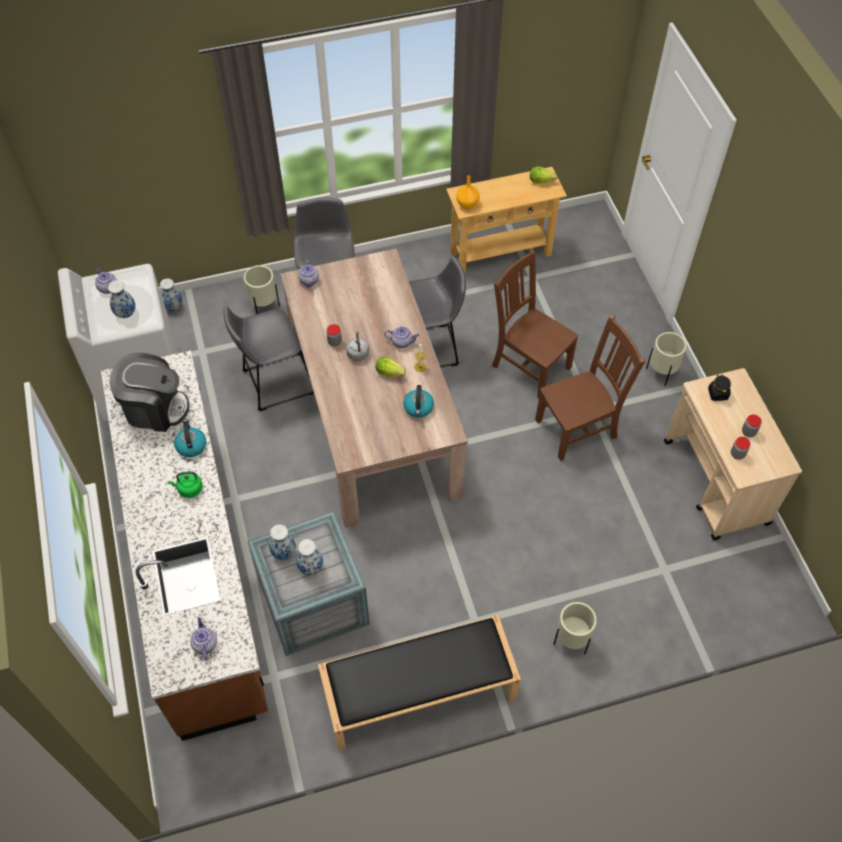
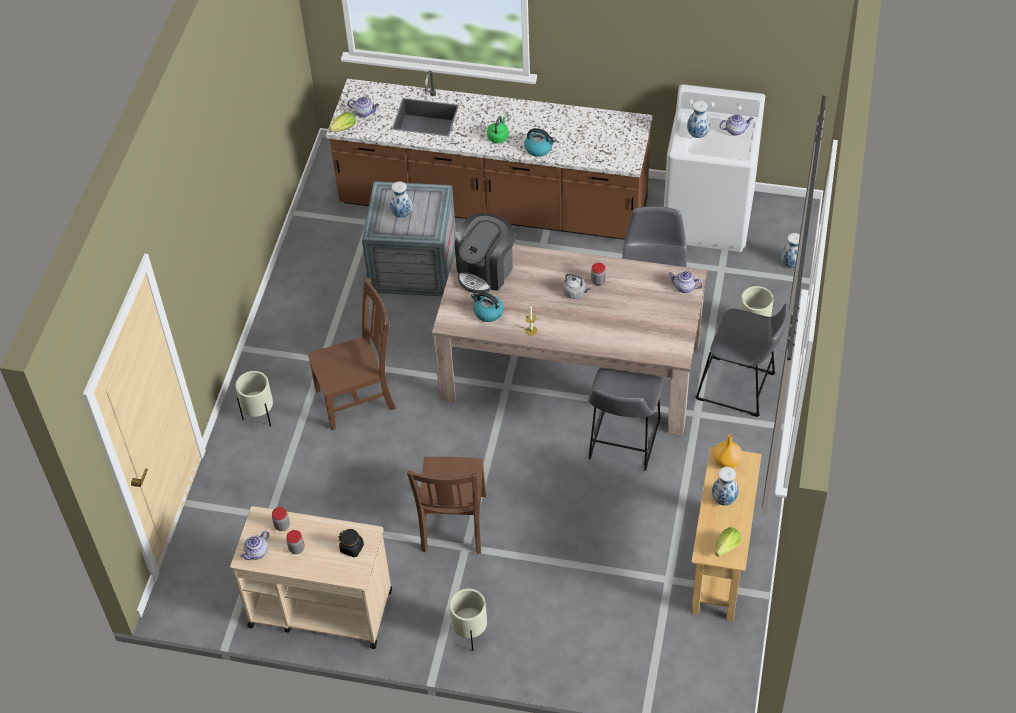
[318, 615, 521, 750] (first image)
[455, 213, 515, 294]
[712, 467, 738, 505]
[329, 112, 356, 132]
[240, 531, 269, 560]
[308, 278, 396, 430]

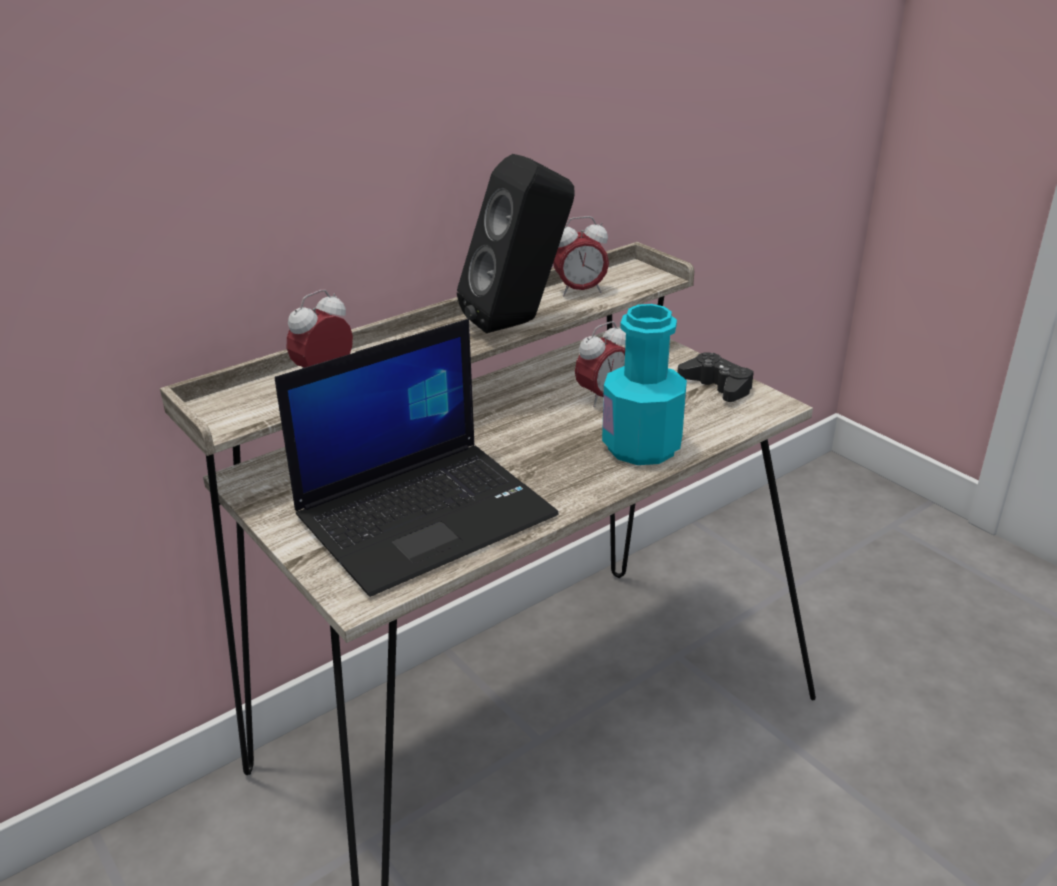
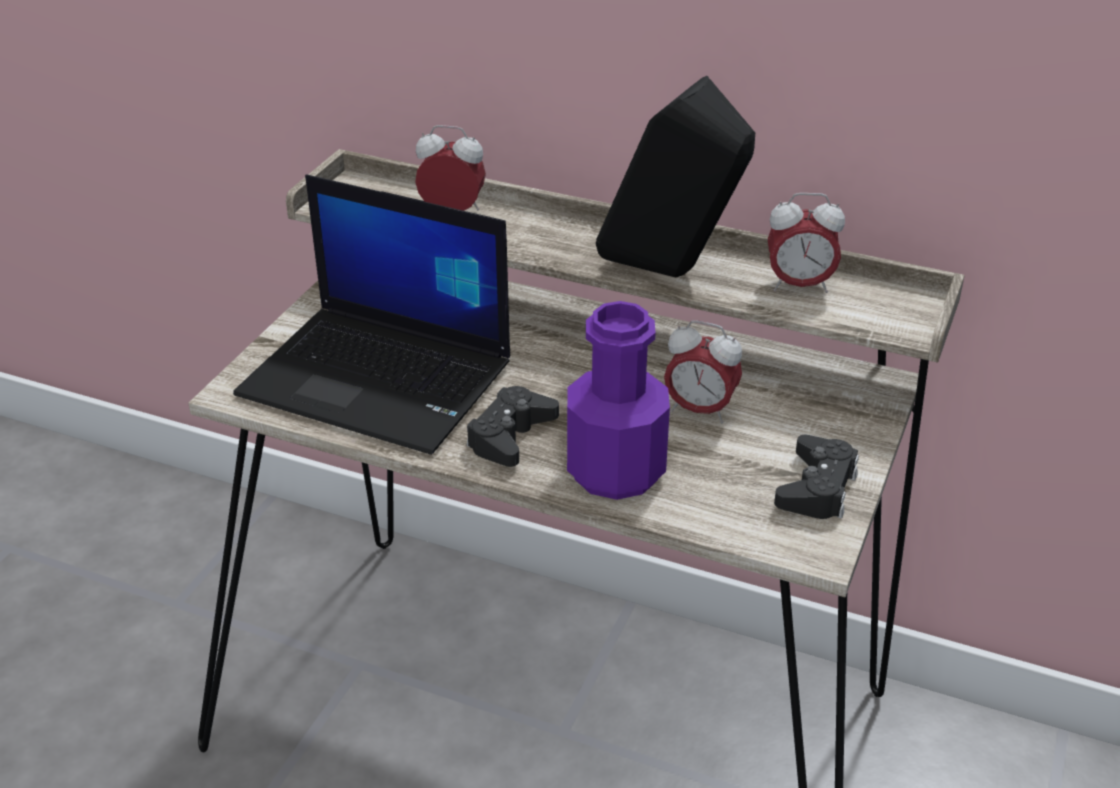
[467, 386, 559, 467]
[567, 301, 670, 500]
[768, 193, 845, 293]

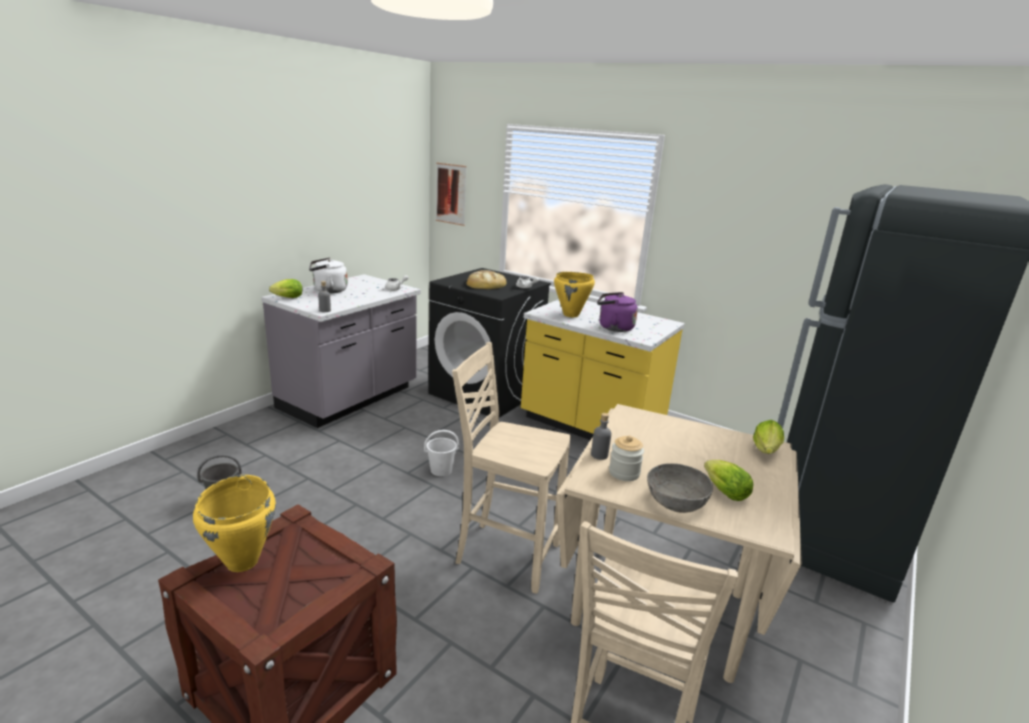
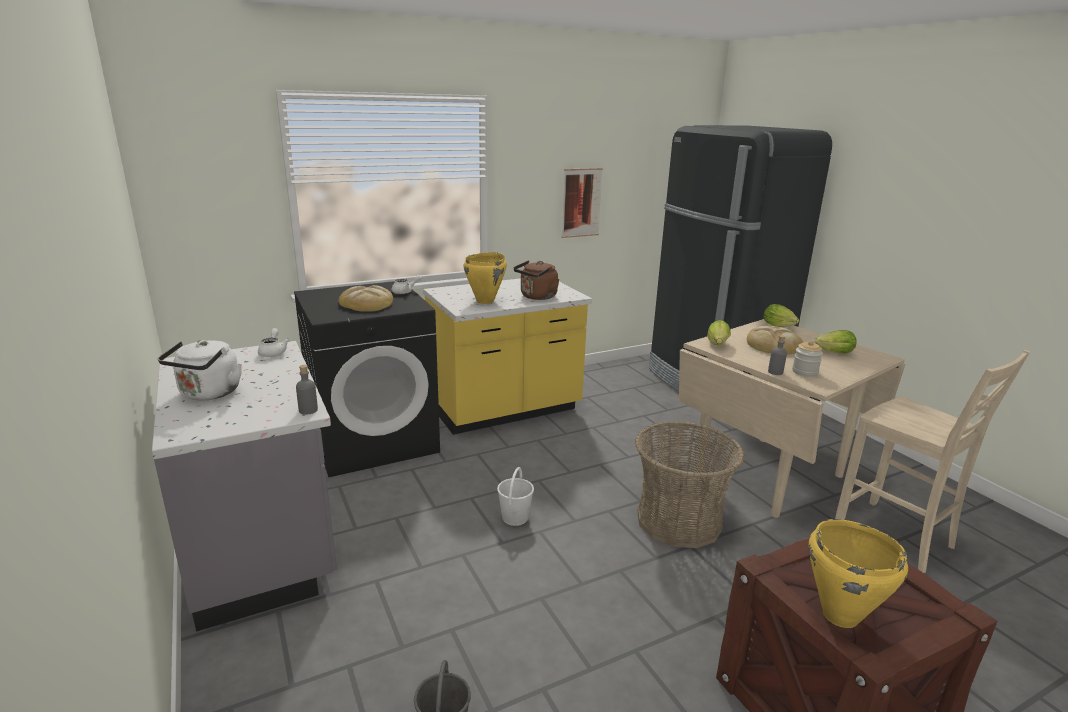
[647, 463, 713, 513] (first image)
[747, 326, 803, 354]
[707, 320, 731, 345]
[561, 168, 603, 238]
[635, 421, 745, 548]
[514, 260, 559, 300]

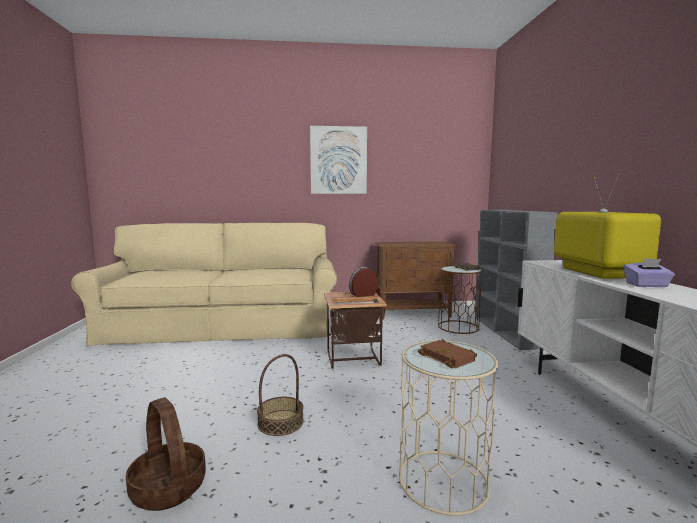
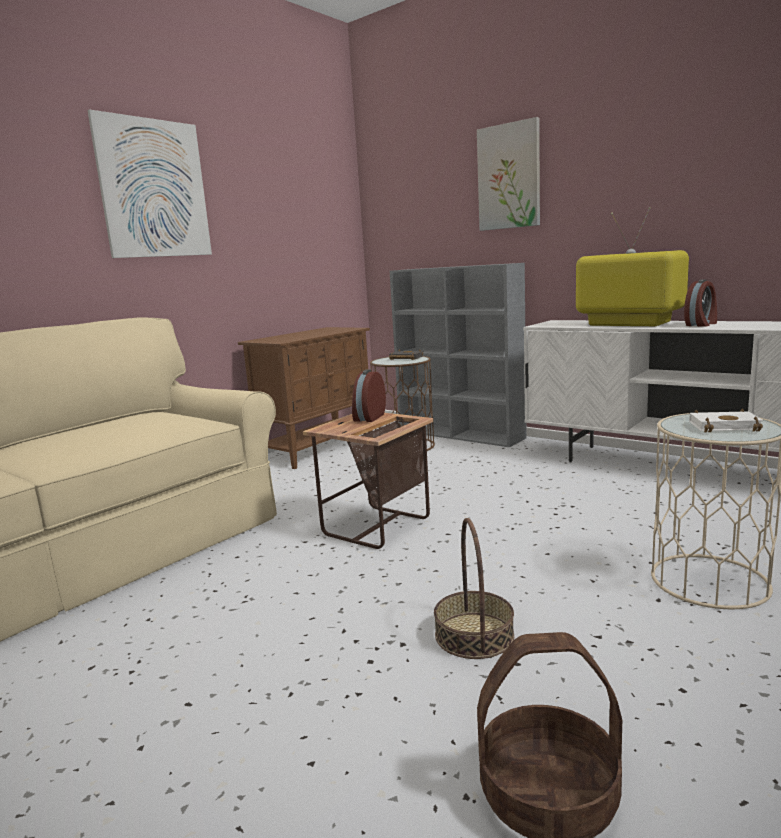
[477, 117, 540, 231]
[684, 279, 717, 327]
[689, 408, 763, 432]

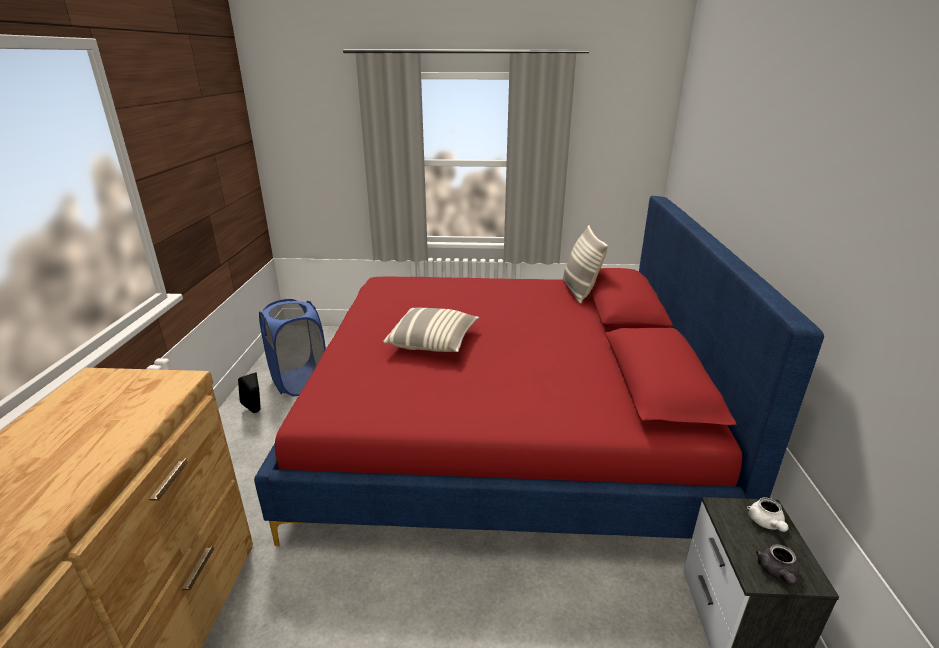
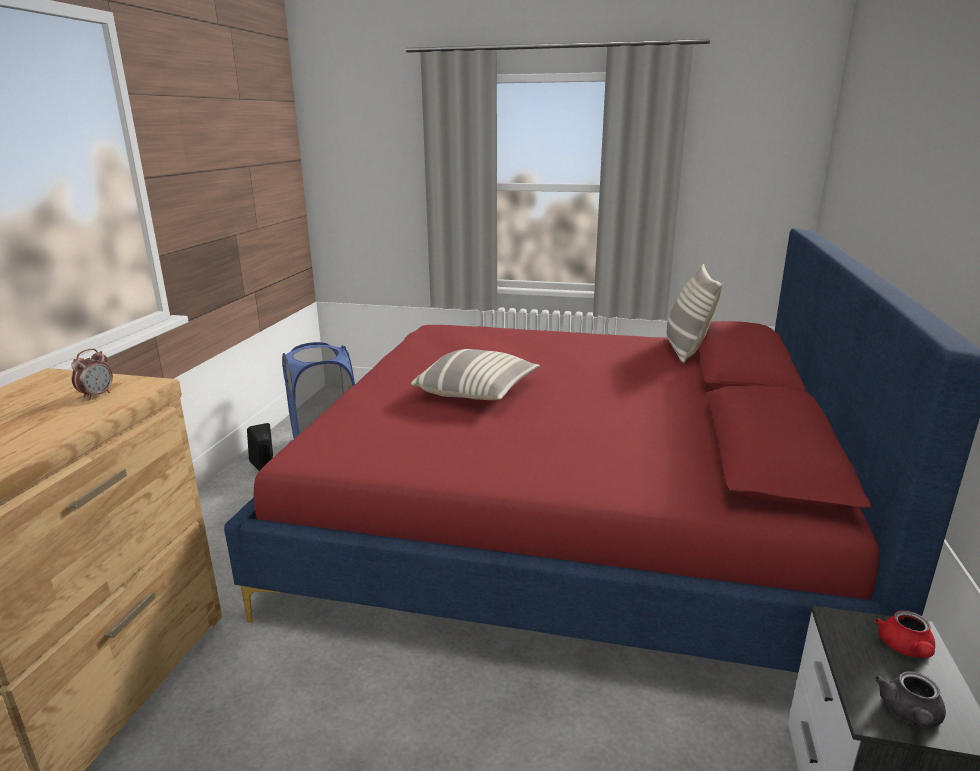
[71, 349, 113, 400]
[875, 610, 935, 658]

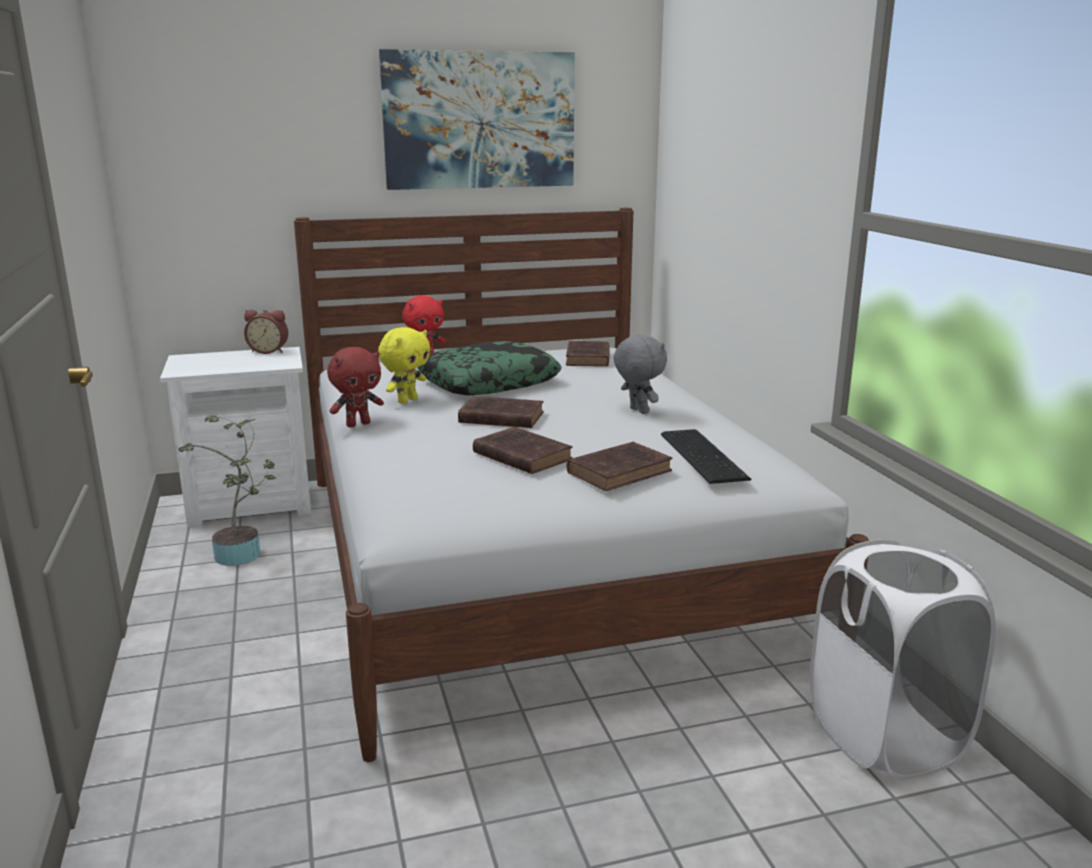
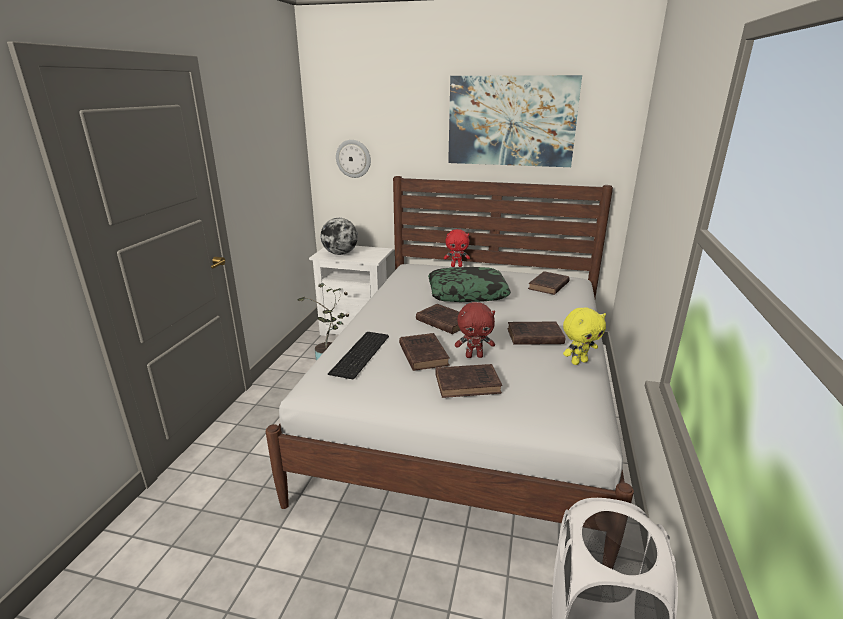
[244, 310, 288, 354] (first image)
[321, 218, 358, 255]
[336, 140, 371, 178]
[455, 302, 495, 358]
[563, 308, 606, 365]
[328, 332, 389, 380]
[507, 322, 565, 345]

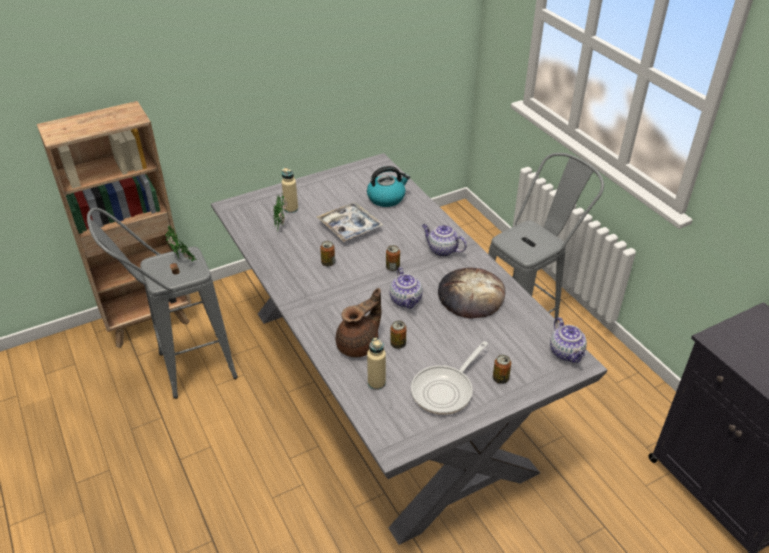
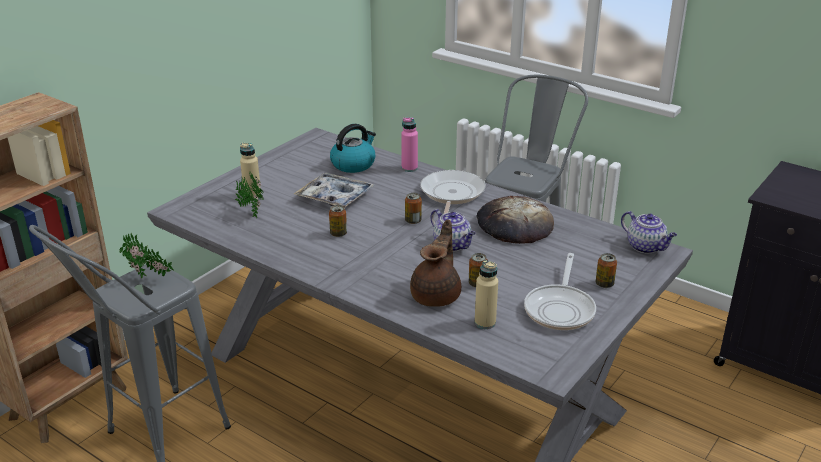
[401, 117, 418, 172]
[420, 170, 485, 214]

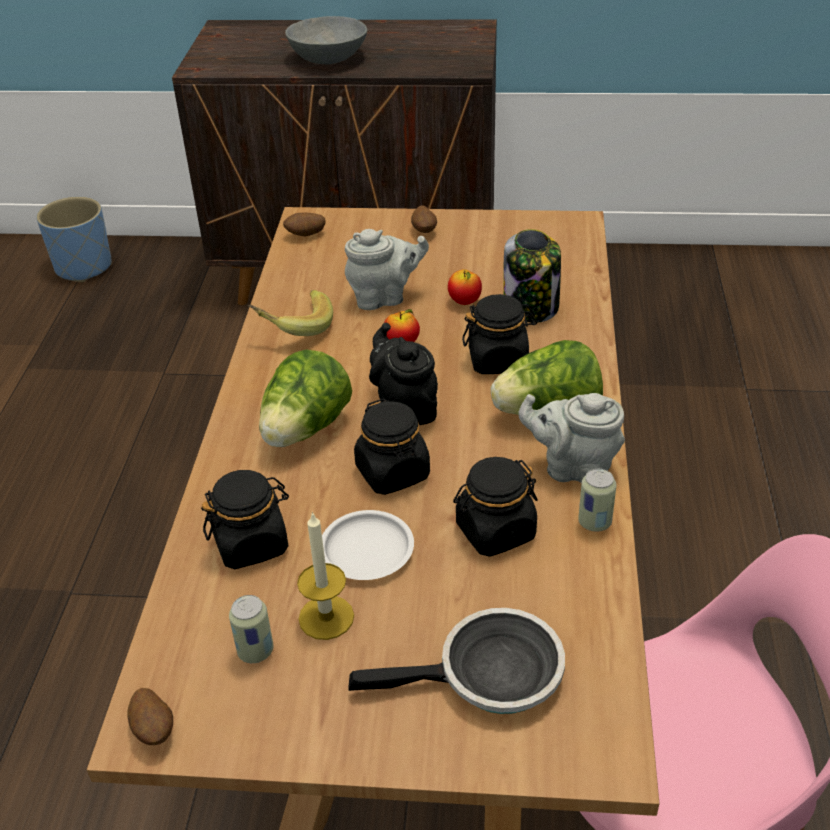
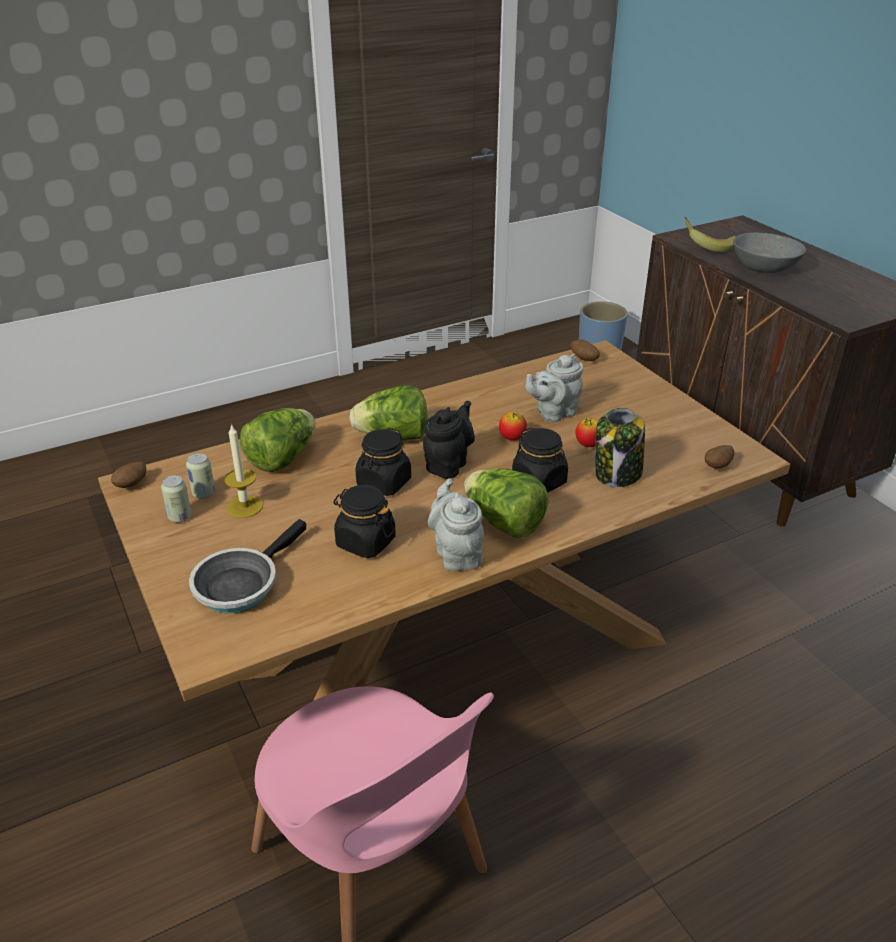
[322, 510, 414, 580] (first image)
[684, 217, 736, 252]
[705, 445, 734, 468]
[161, 475, 191, 522]
[240, 408, 315, 472]
[525, 354, 584, 422]
[189, 519, 306, 613]

